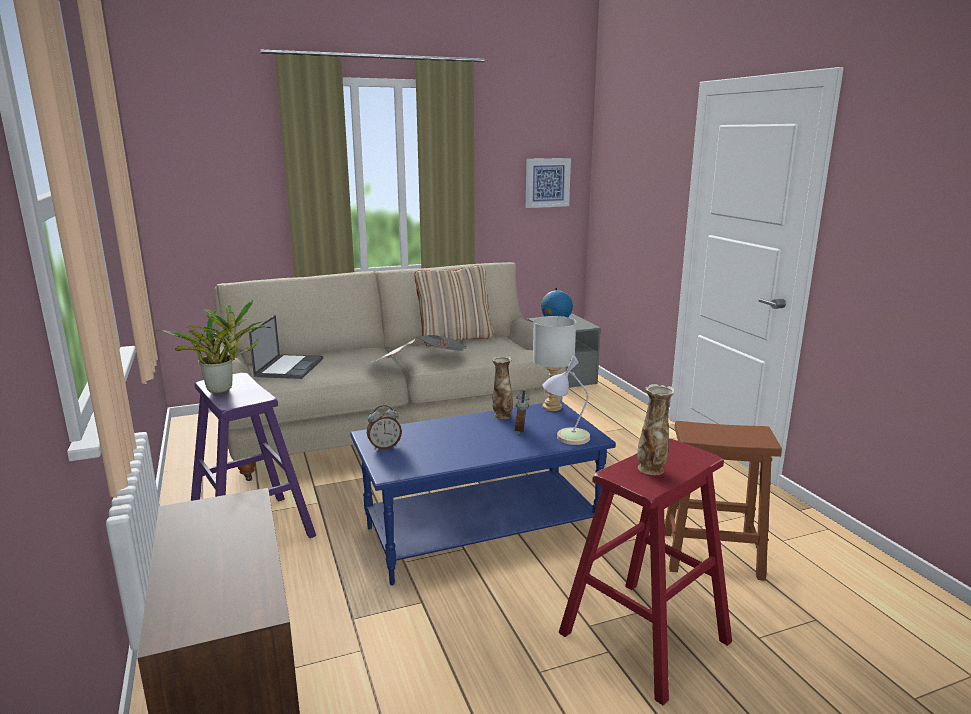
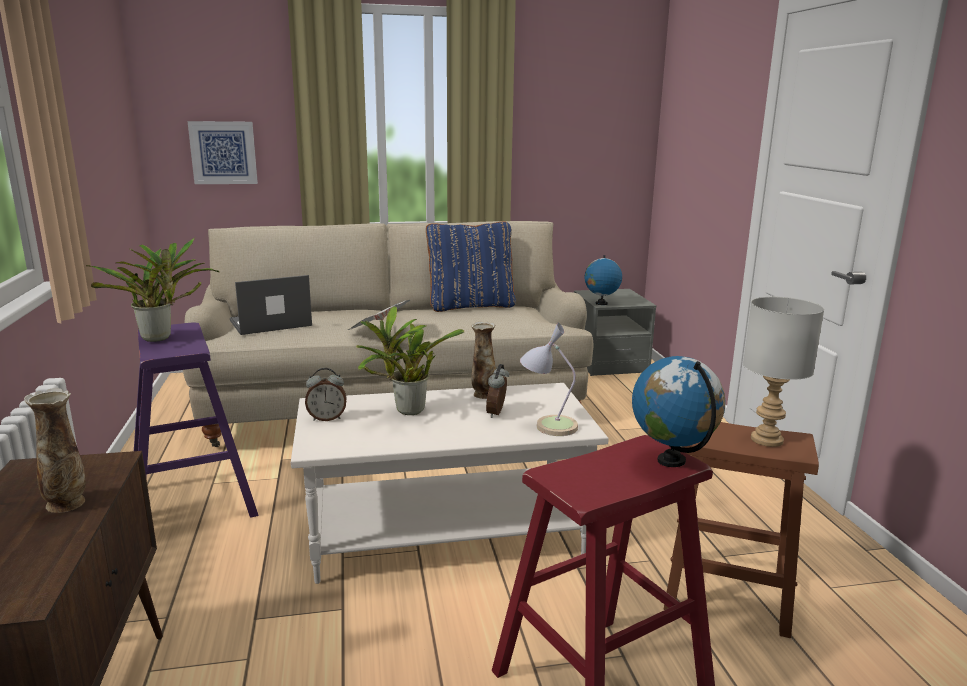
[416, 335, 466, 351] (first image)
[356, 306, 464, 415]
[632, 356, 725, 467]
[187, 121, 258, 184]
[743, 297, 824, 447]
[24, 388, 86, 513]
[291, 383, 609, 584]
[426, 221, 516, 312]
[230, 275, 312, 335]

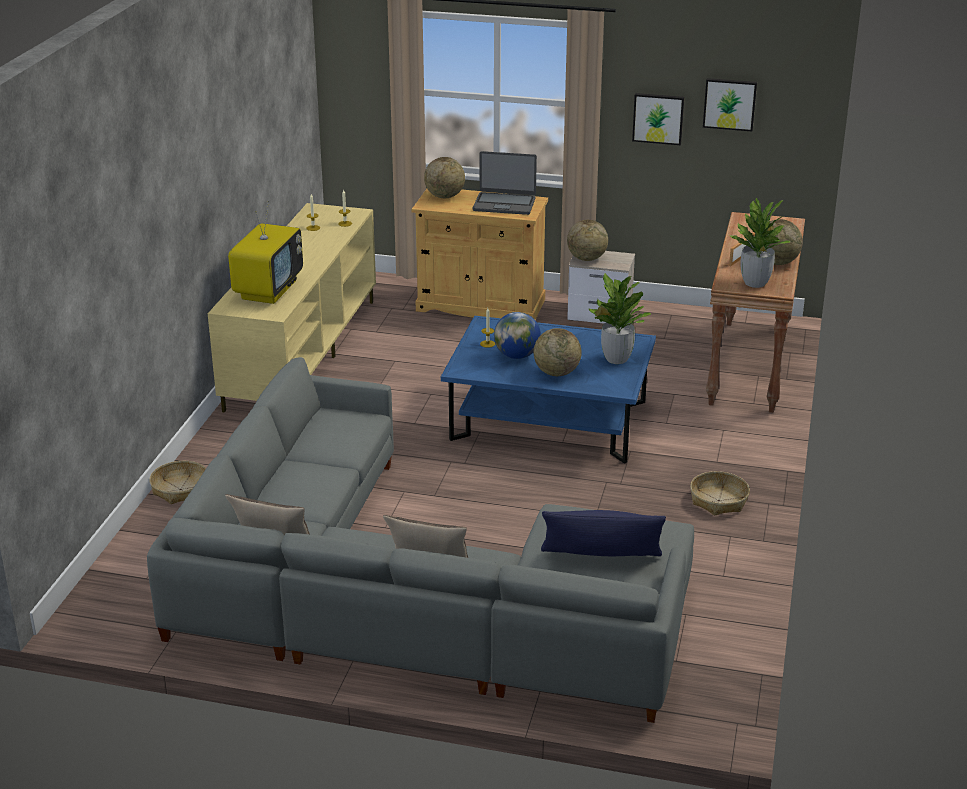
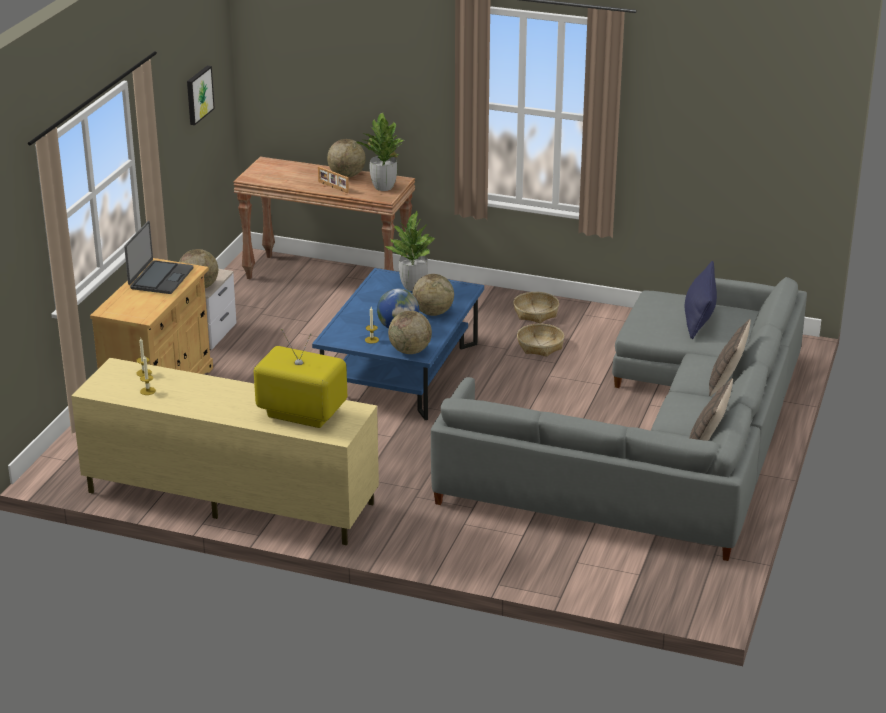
[632, 93, 684, 145] (first image)
[517, 324, 564, 357]
[388, 311, 432, 354]

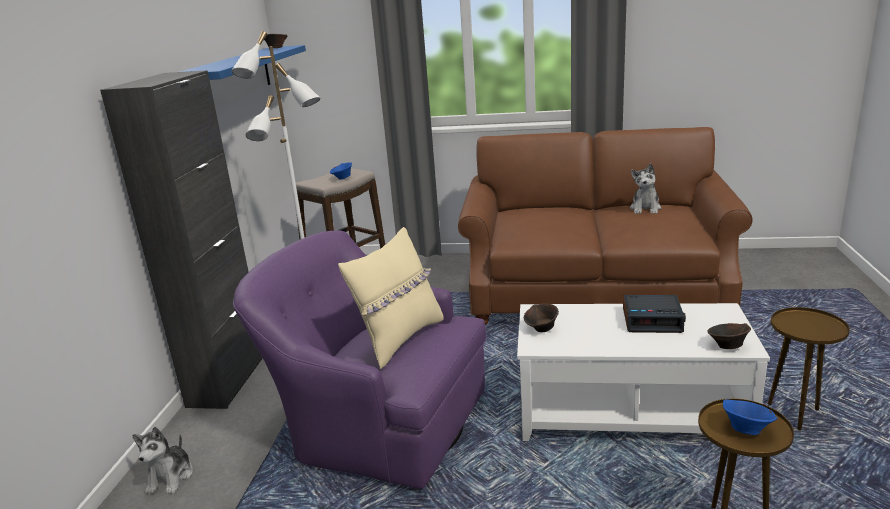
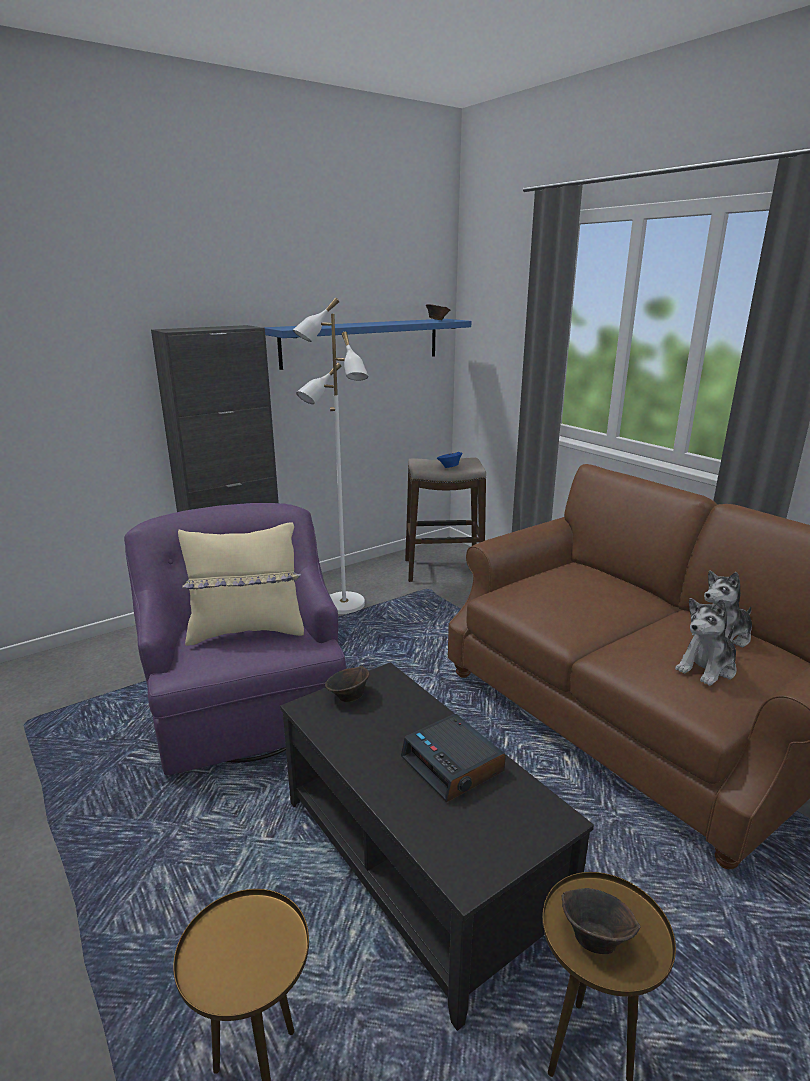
[723, 399, 778, 435] (first image)
[675, 598, 737, 686]
[562, 888, 641, 954]
[280, 662, 594, 1031]

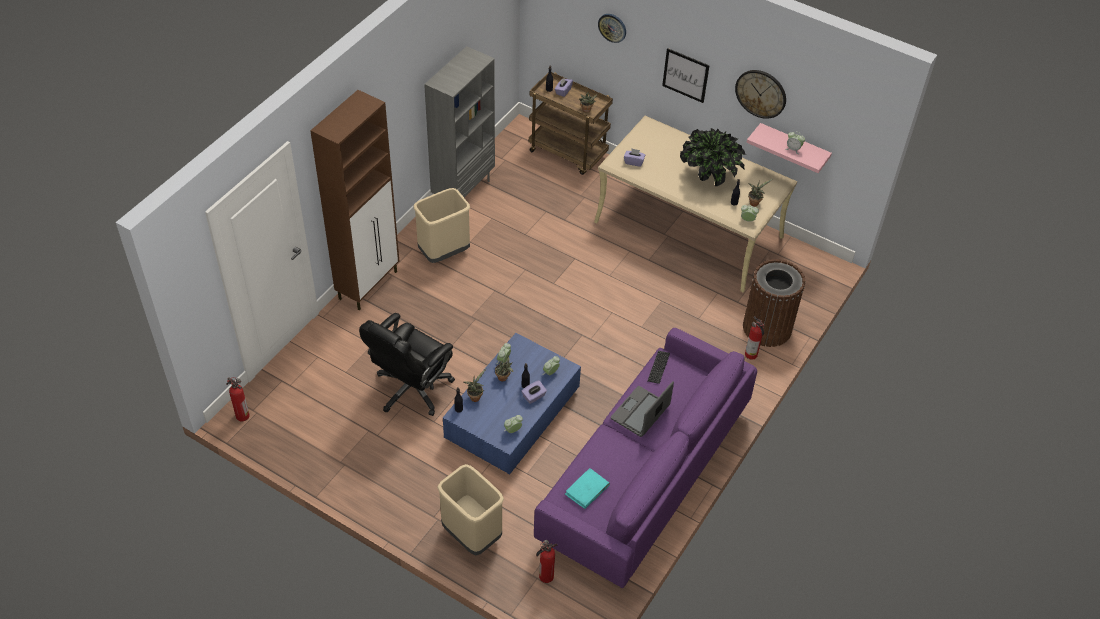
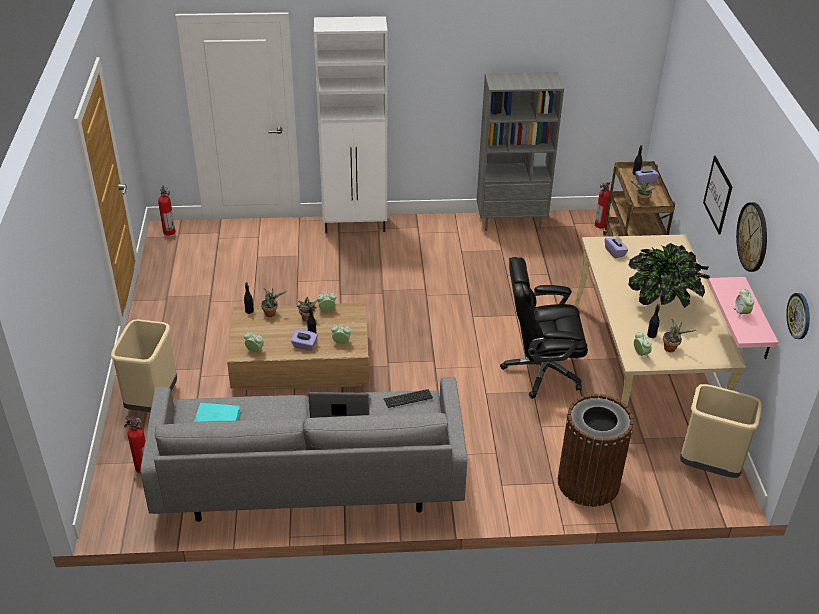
[500, 257, 588, 399]
[680, 384, 762, 478]
[786, 293, 810, 339]
[595, 182, 610, 229]
[314, 16, 387, 234]
[227, 303, 369, 391]
[140, 377, 467, 522]

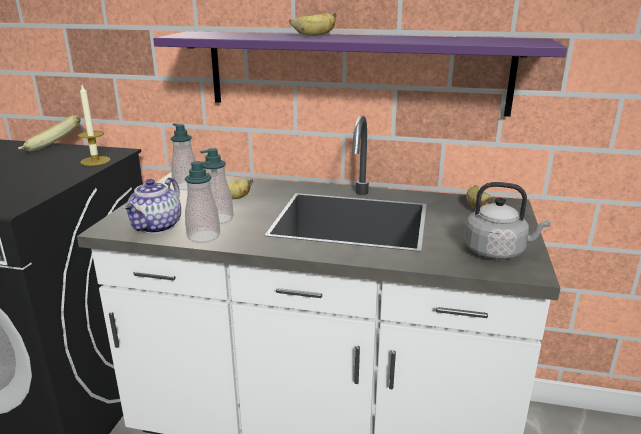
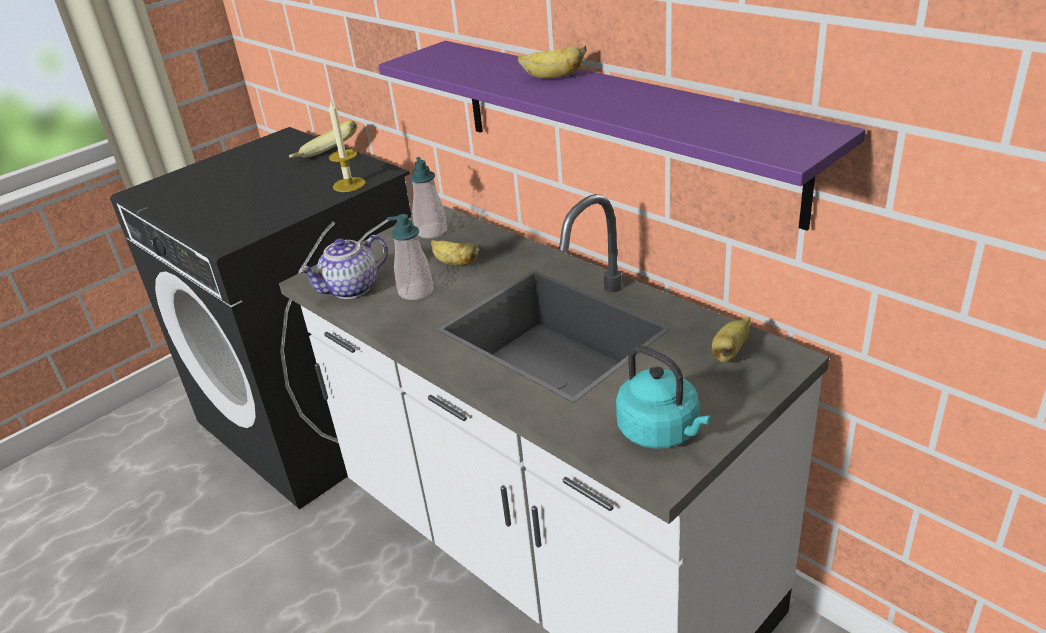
[185, 161, 220, 242] (first image)
[616, 346, 711, 449]

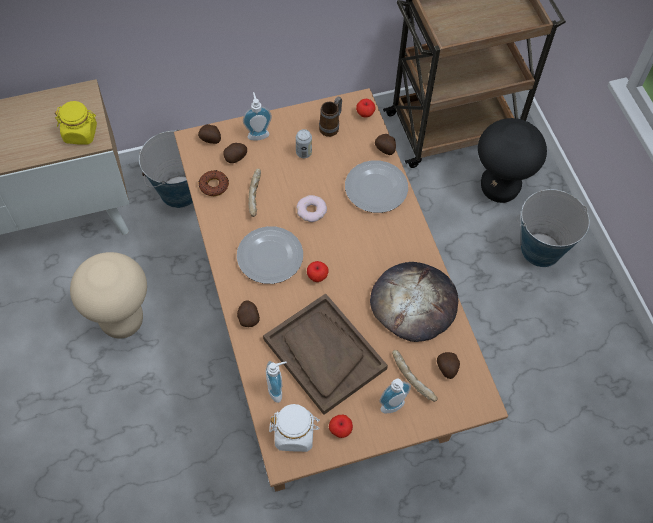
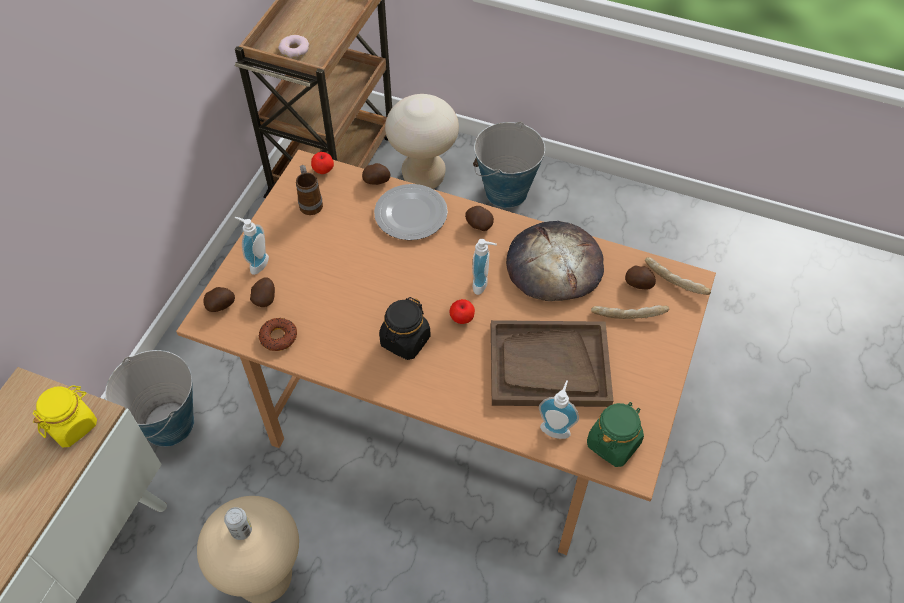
[329, 415, 353, 438] (first image)
[465, 206, 494, 231]
[645, 257, 711, 295]
[224, 507, 252, 540]
[278, 35, 309, 58]
[472, 239, 497, 295]
[379, 297, 431, 360]
[587, 402, 644, 467]
[385, 94, 459, 189]

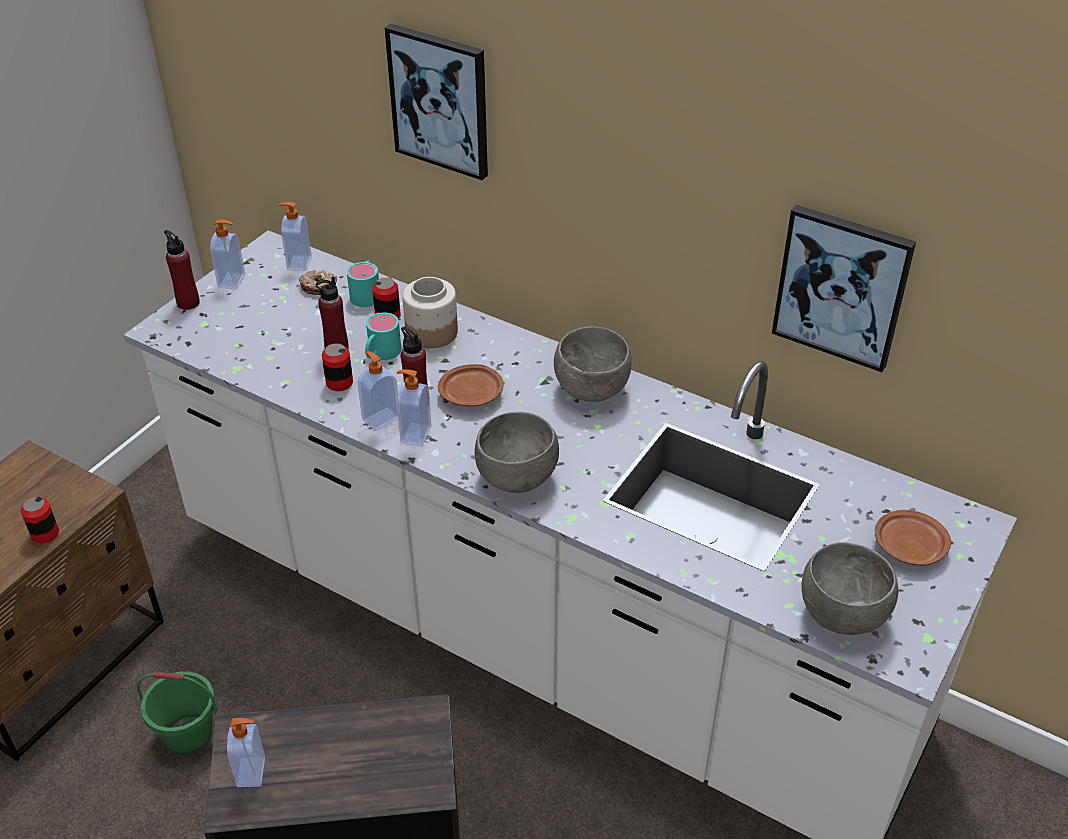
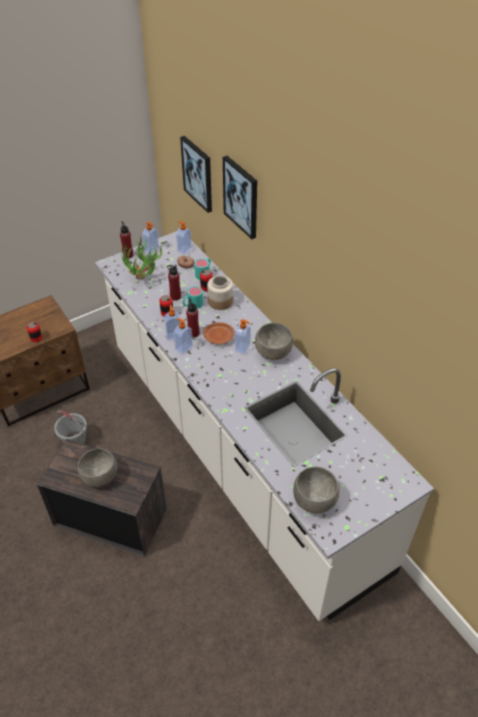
[875, 510, 951, 566] (first image)
[121, 237, 162, 279]
[235, 319, 251, 354]
[77, 449, 117, 487]
[180, 136, 212, 213]
[54, 411, 87, 444]

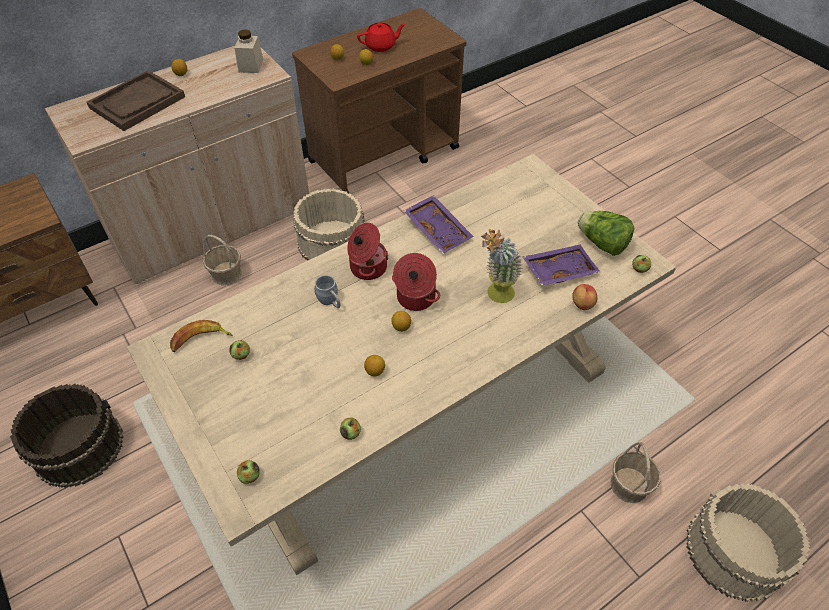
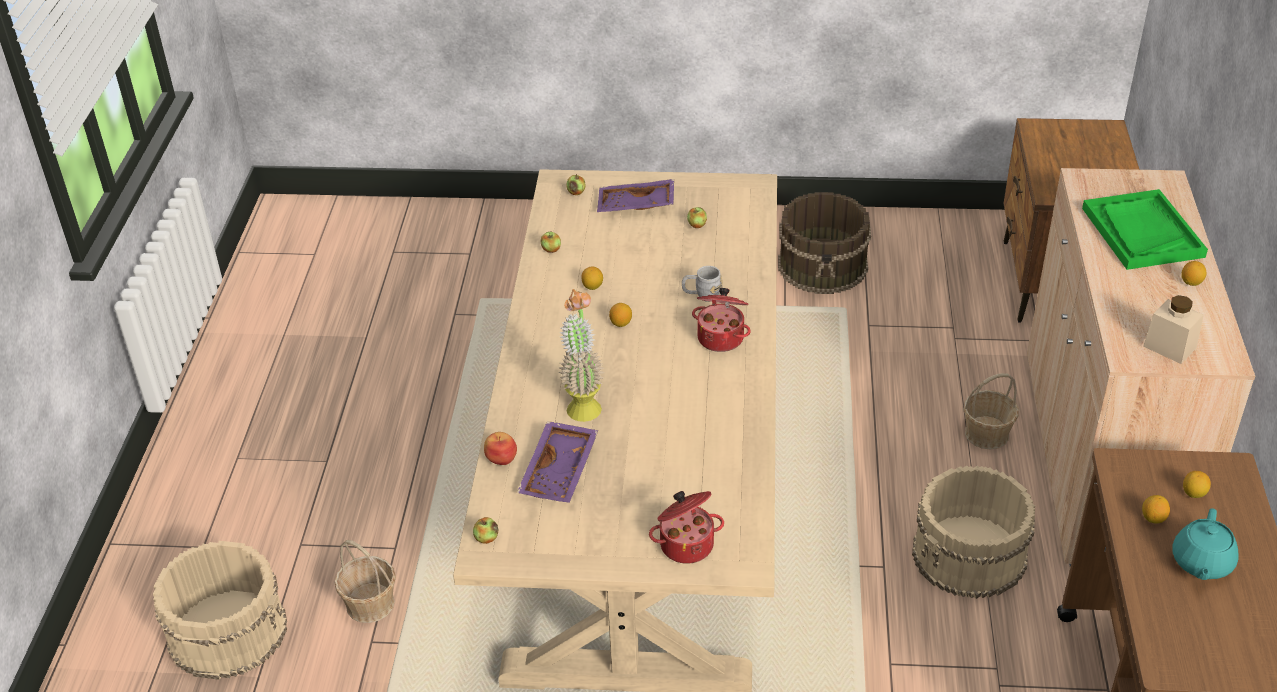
[170, 320, 232, 352] (first image)
[578, 211, 634, 256] (first image)
[649, 491, 724, 564]
[597, 179, 674, 212]
[1082, 189, 1208, 270]
[1172, 508, 1239, 580]

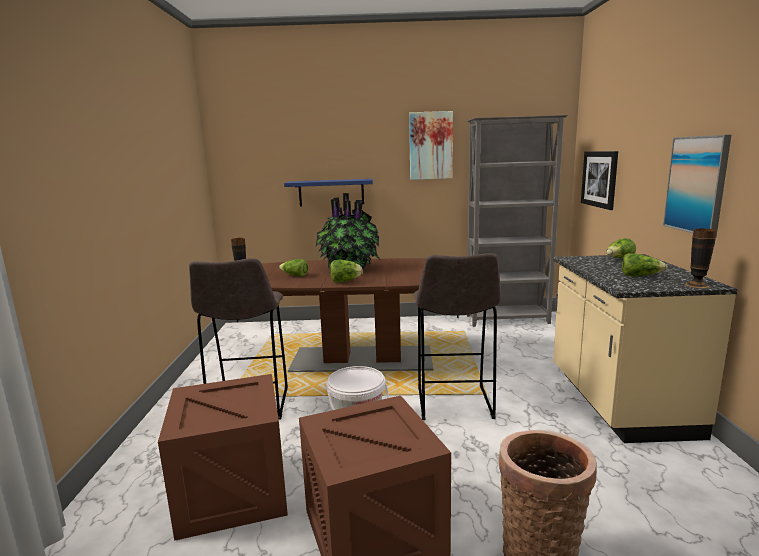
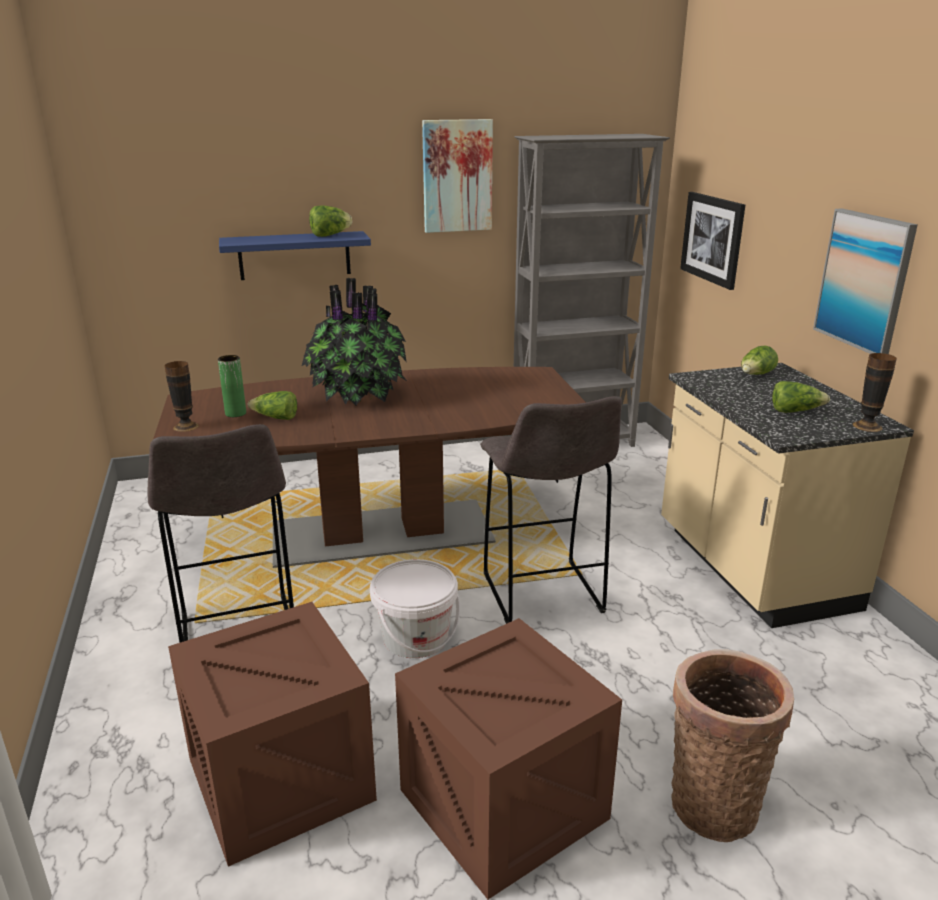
[218, 355, 246, 417]
[309, 205, 352, 237]

